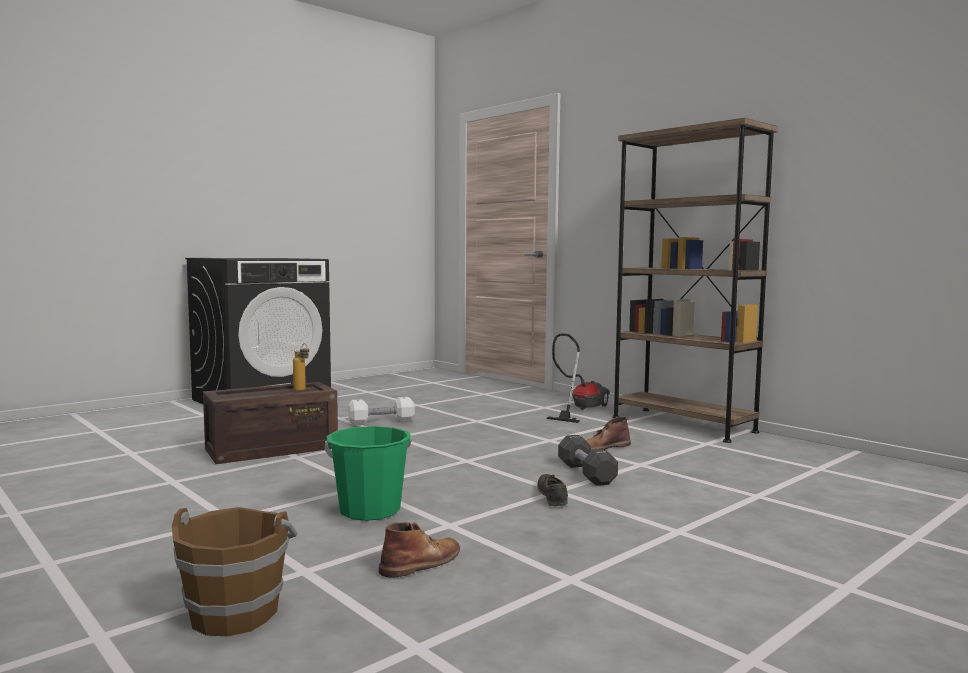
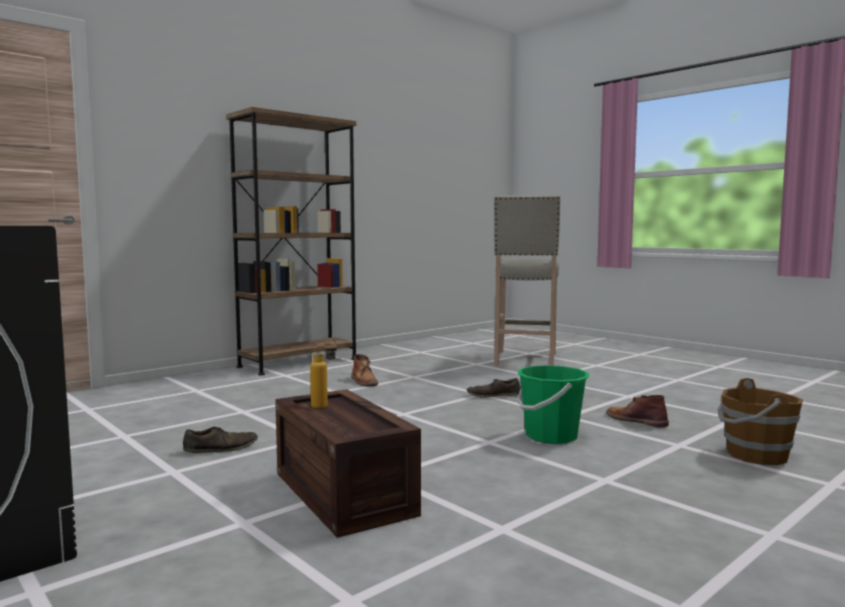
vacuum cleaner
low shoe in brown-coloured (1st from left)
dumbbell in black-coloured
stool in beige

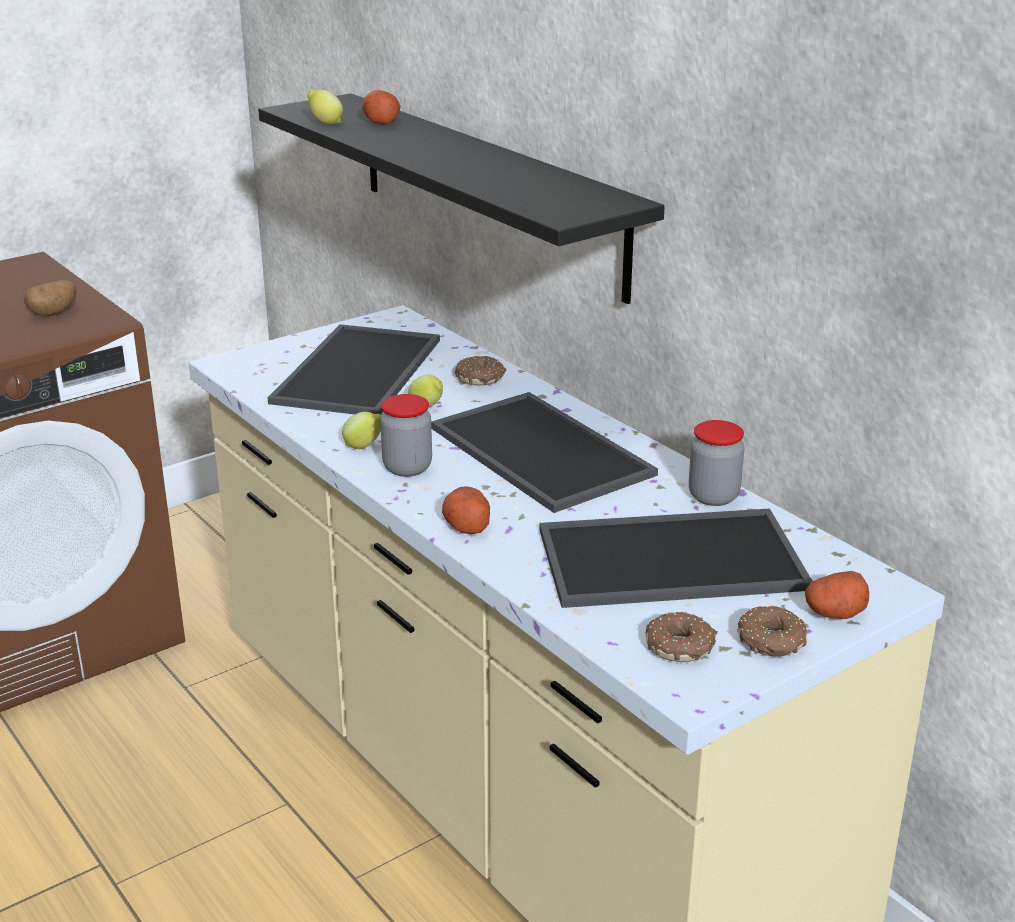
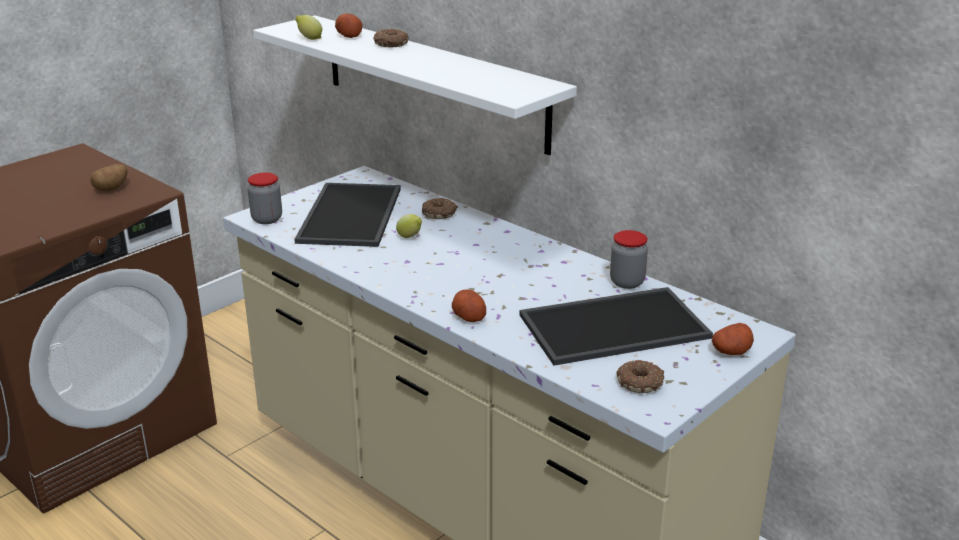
wall shelf in white-coloured
tray (2nd from left in the first image)
storage jar (1st from left)
lemon (2nd from left in the first image)
donut (1st from left)

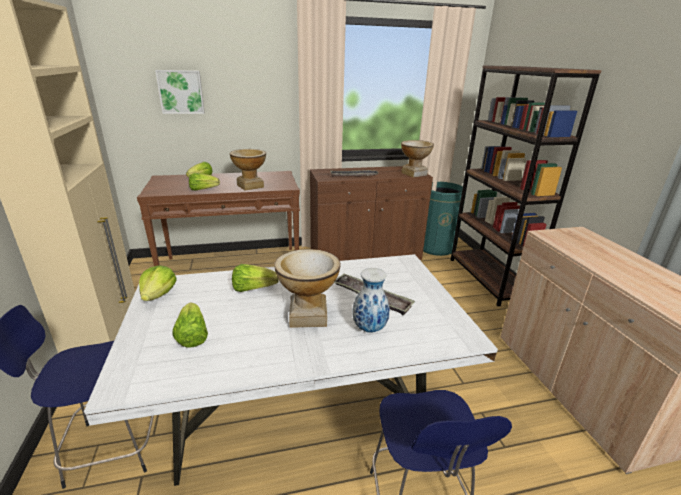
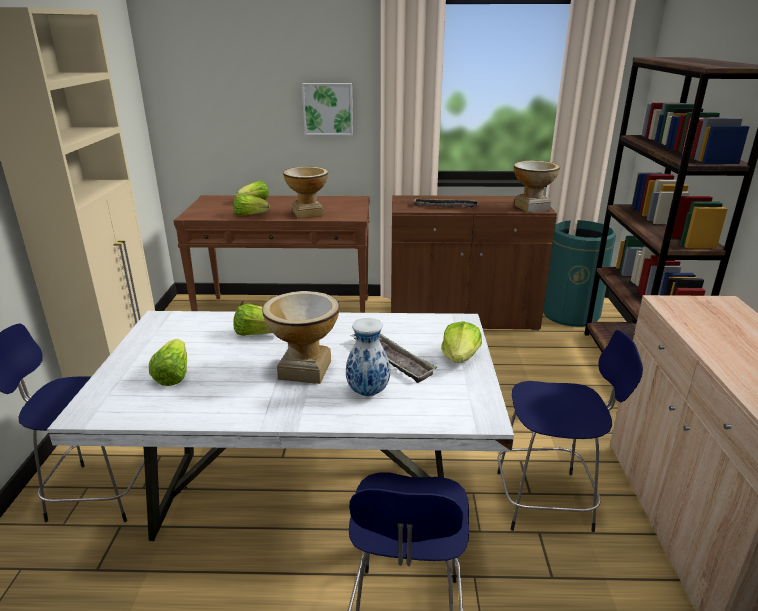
picture
lettuce (5th from left)
stool in blue (3rd from left)

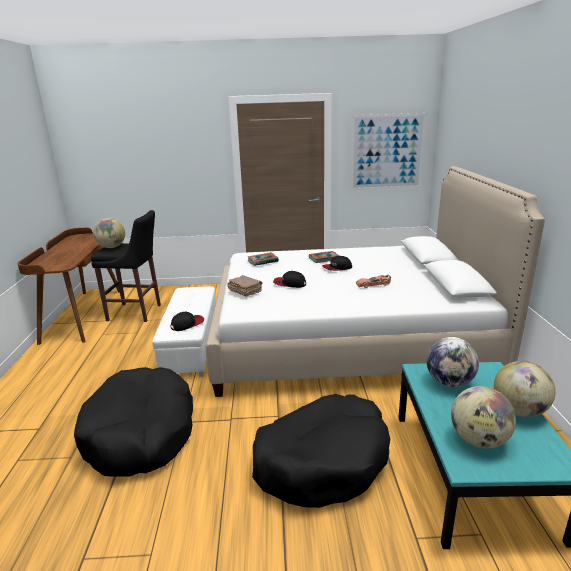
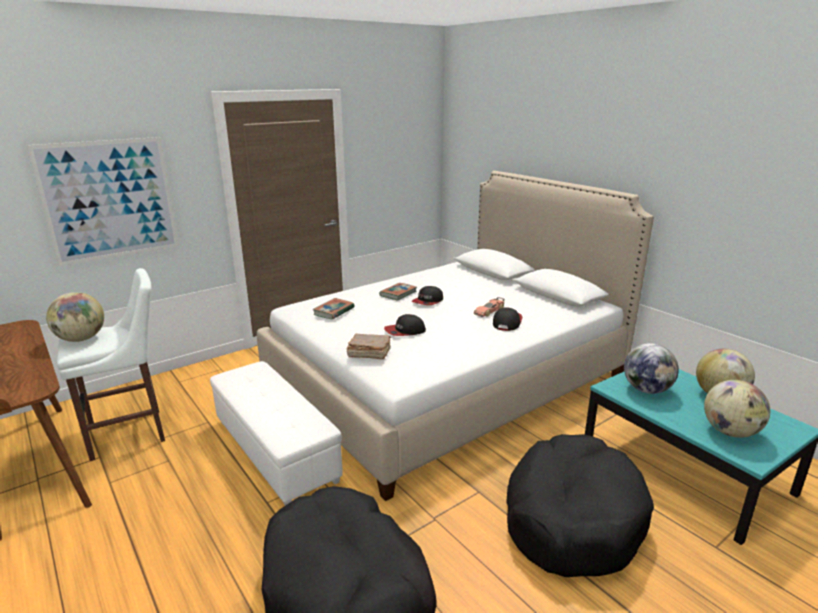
picture
stool in white-coloured
cap (3rd from left)

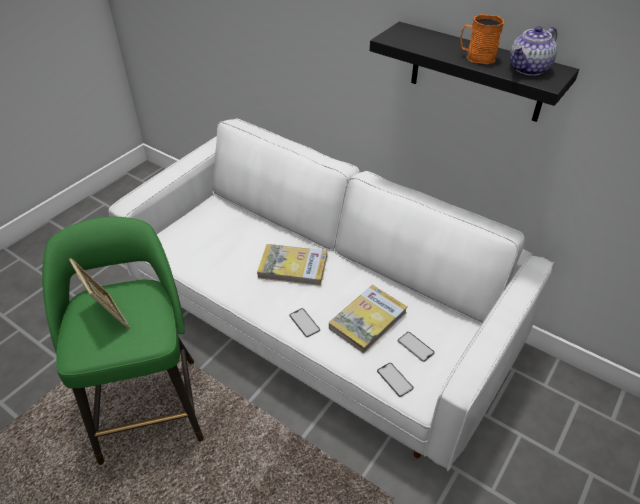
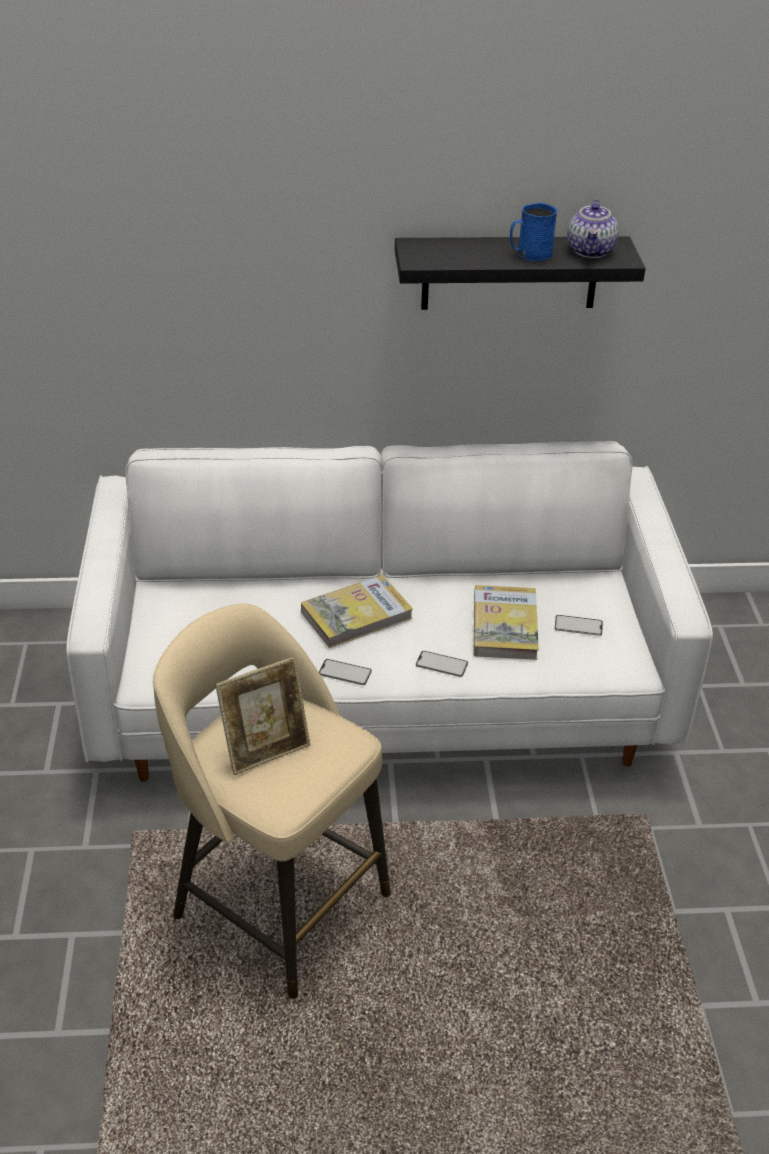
coffee mug in blue
stool in beige
photo frame
handset (1st from left)

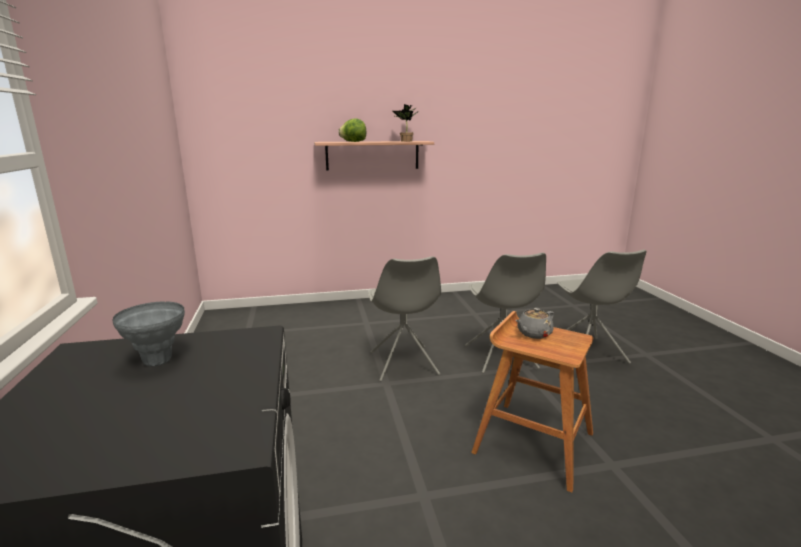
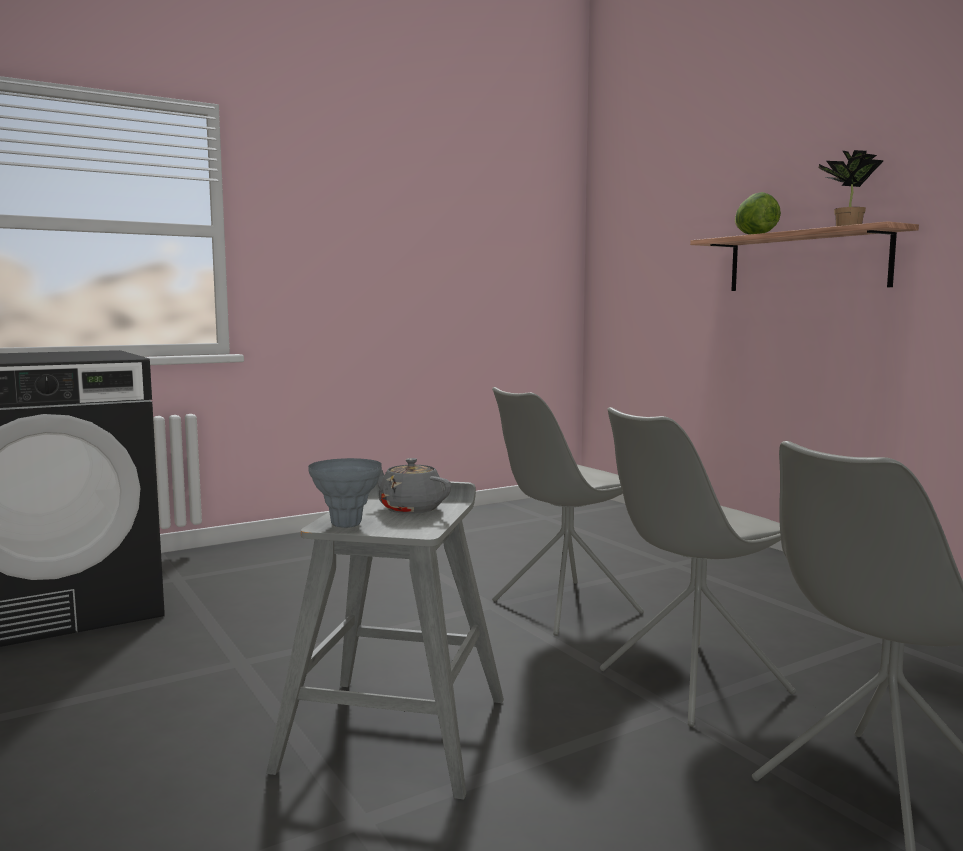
decorative vase in gray
stool in gray

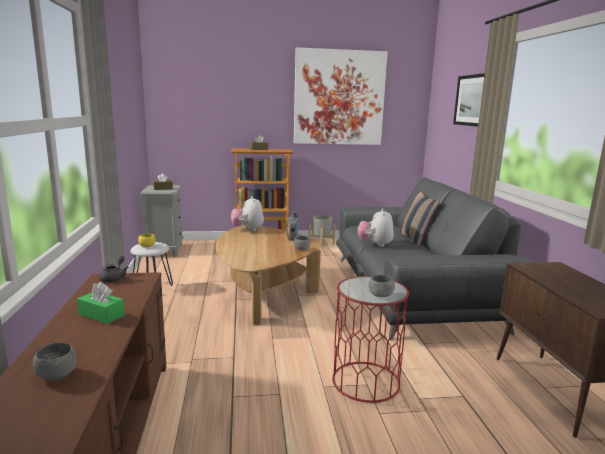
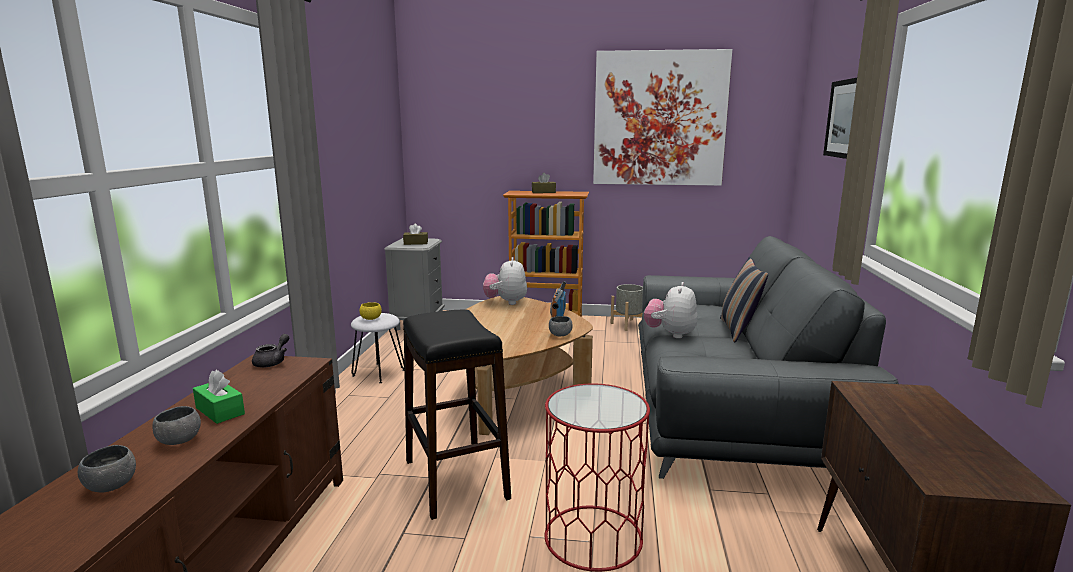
deep dish in gray (2nd from left)
stool in black-coloured

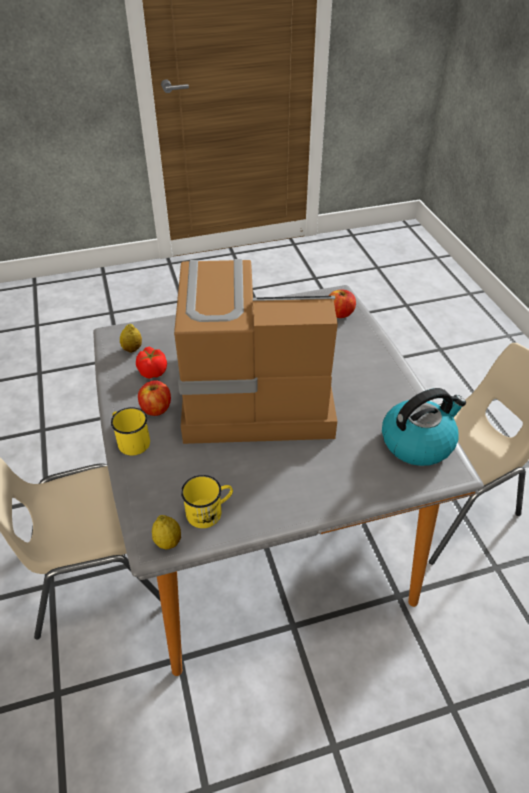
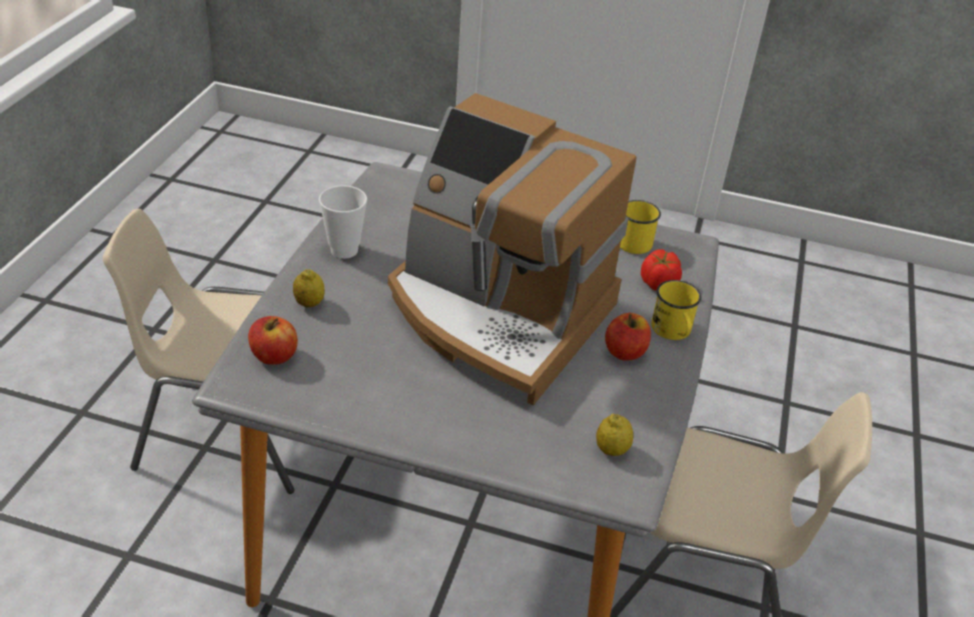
fresh tomato
water kettle
lemon (1st from left)
small cup

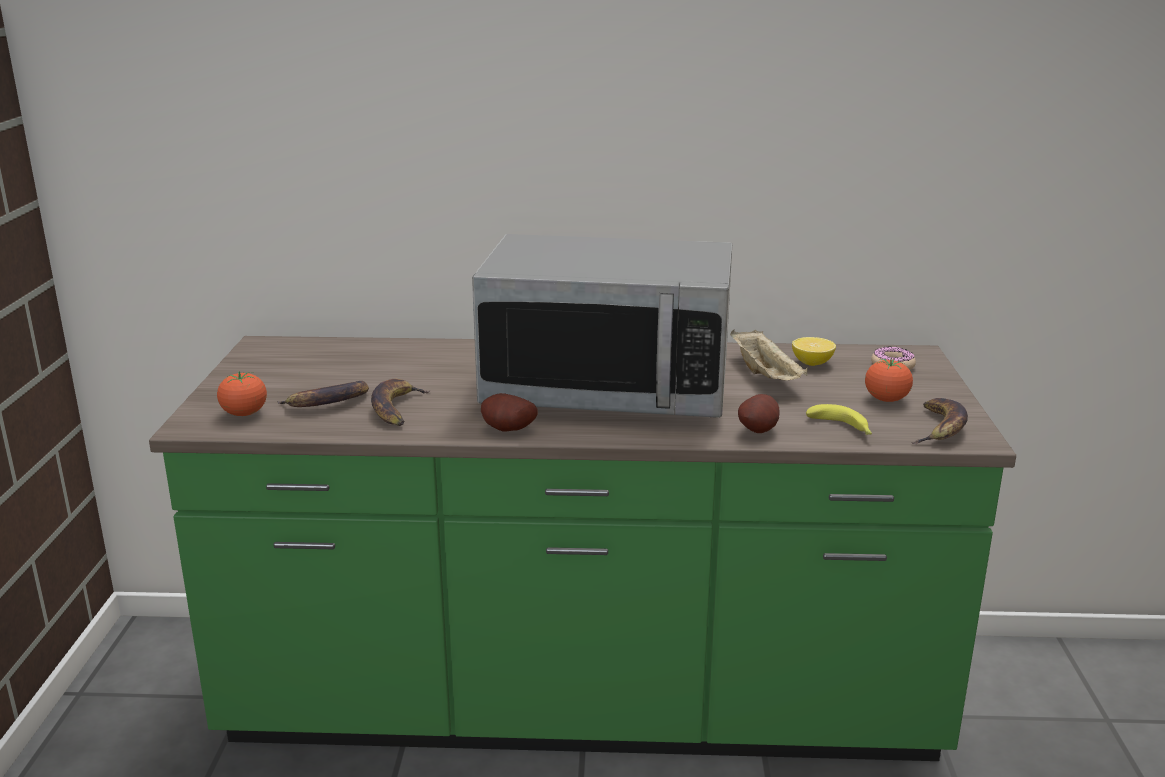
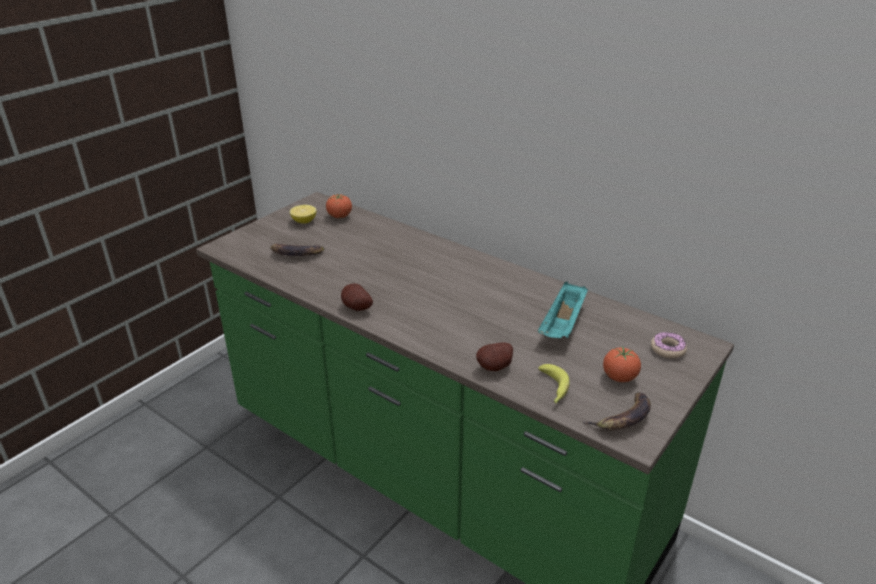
kitchen microwave
tray in blue-green
lemon
fresh tomato (1st from left)
banana fruit (2nd from left in the first image)

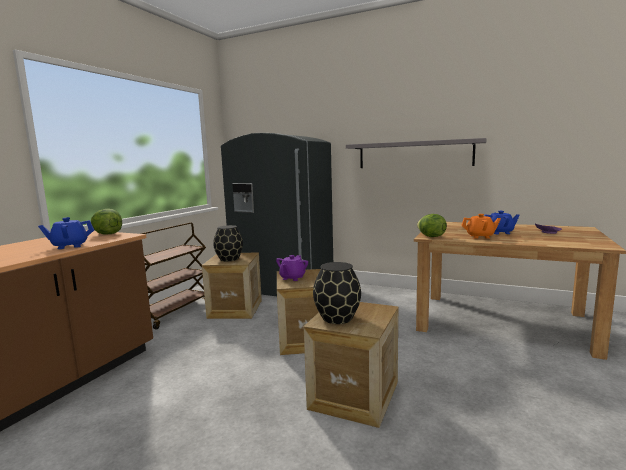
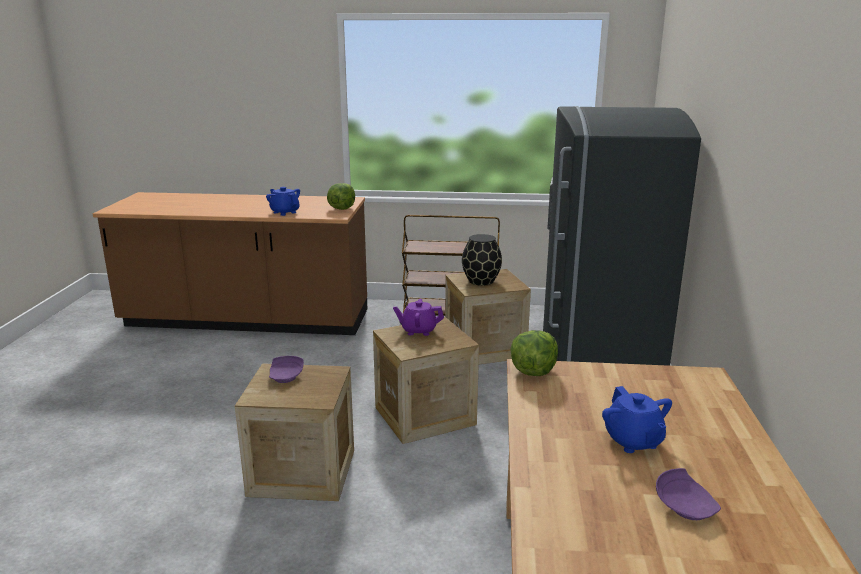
wall shelf in gray
teapot in orange
dinner plate in purple-coloured (1st from left)

